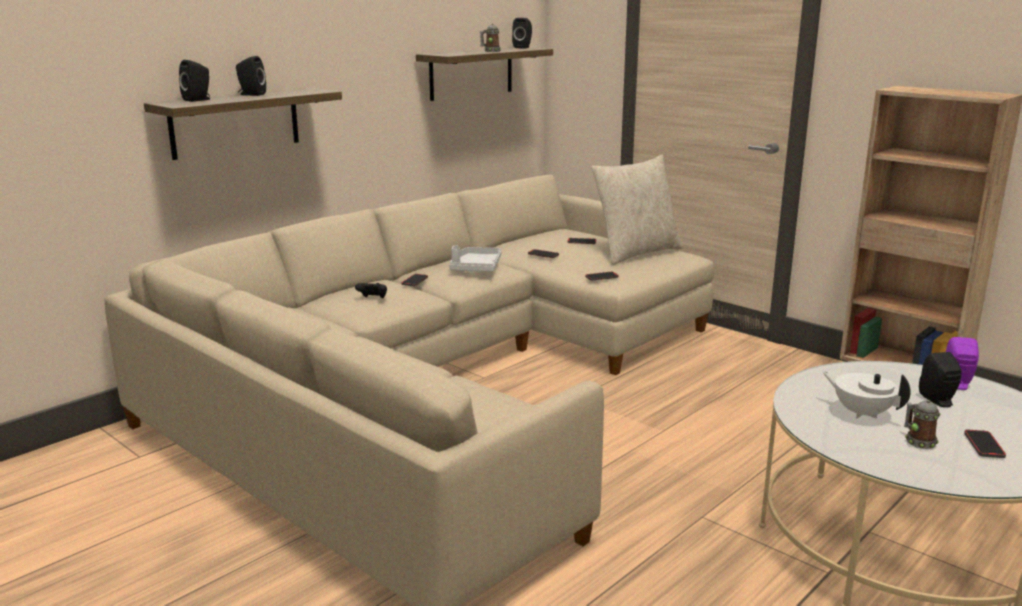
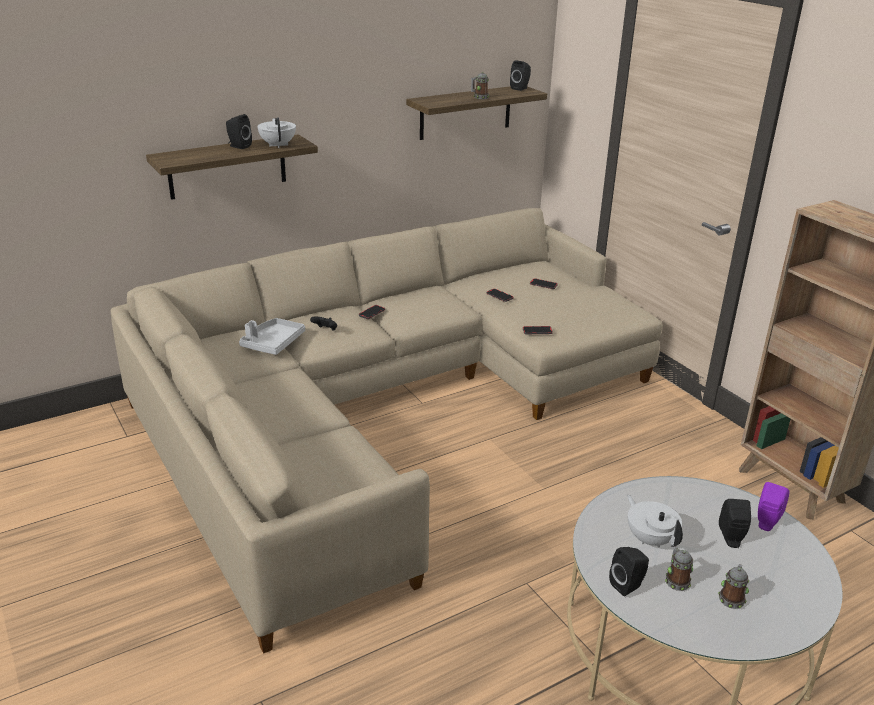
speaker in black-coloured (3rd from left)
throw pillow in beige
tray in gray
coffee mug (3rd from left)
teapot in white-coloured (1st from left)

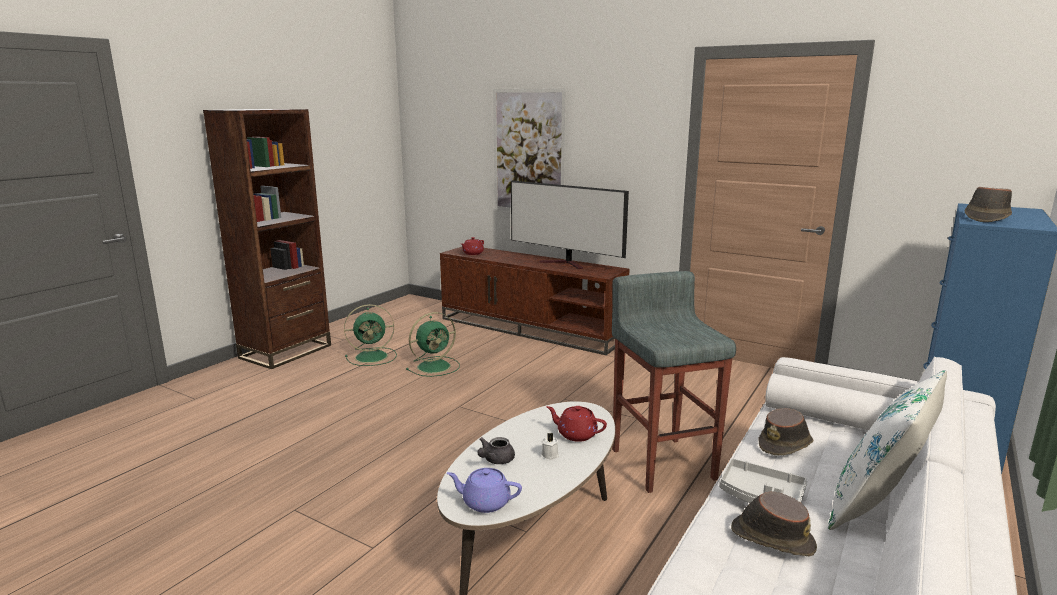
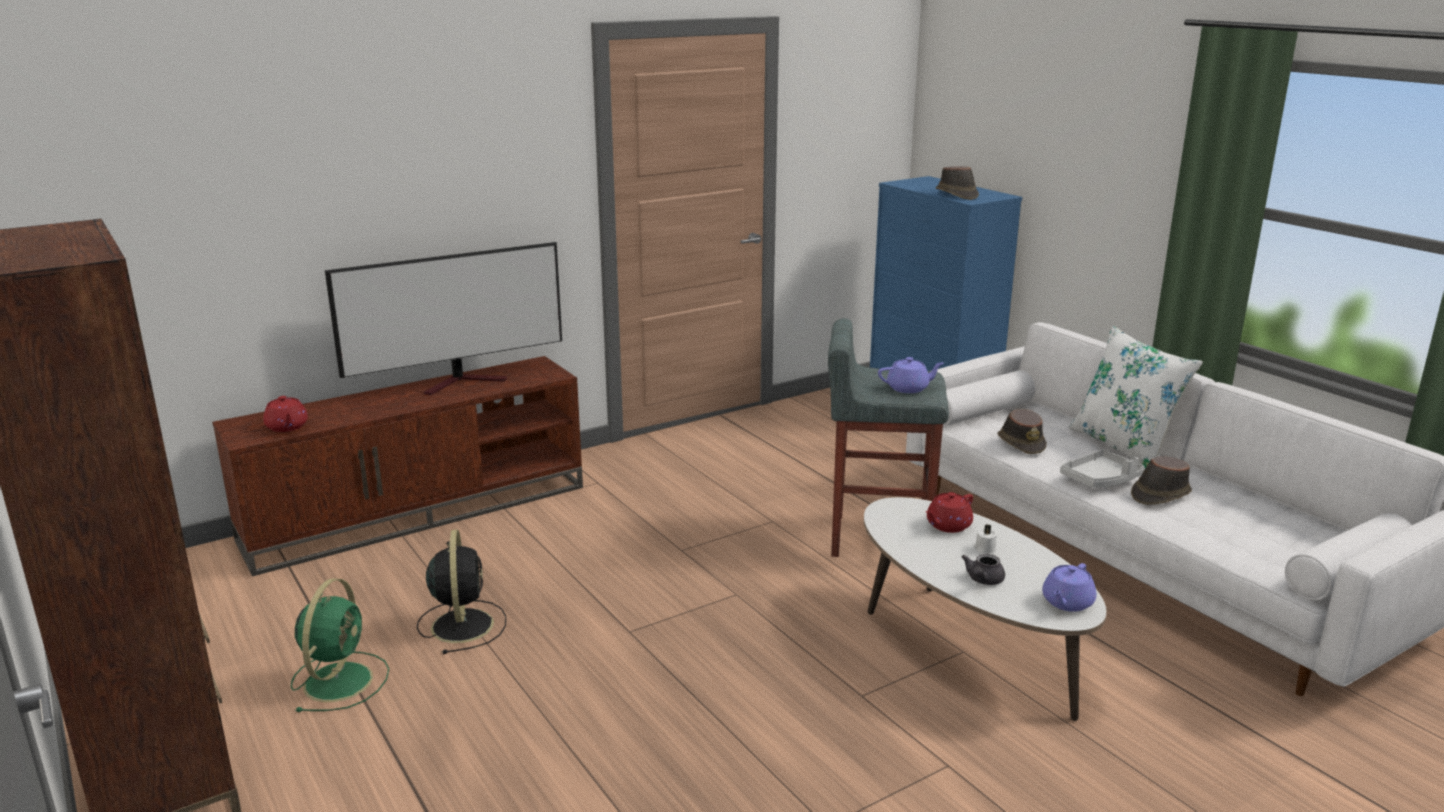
picture
fan in black-coloured
teapot in gray
teapot in purple-coloured (1st from left)

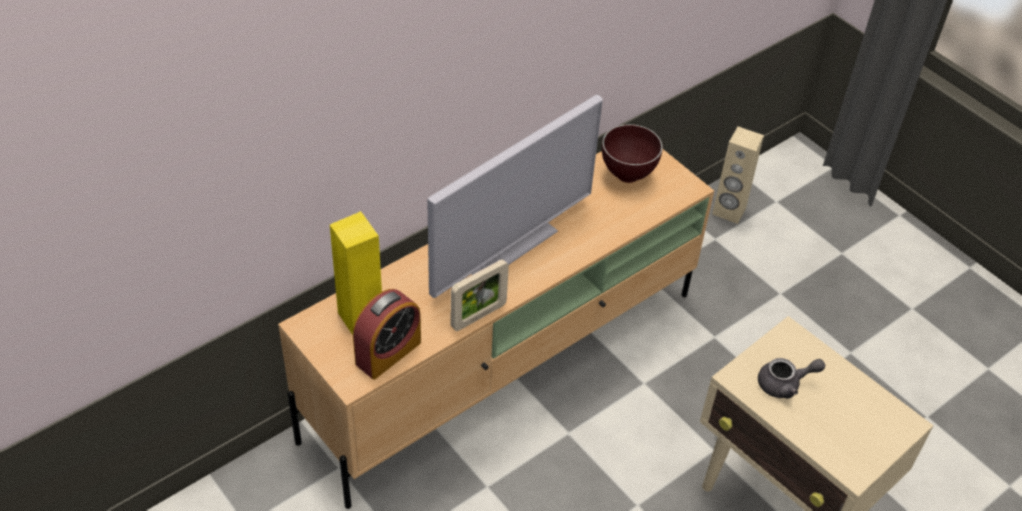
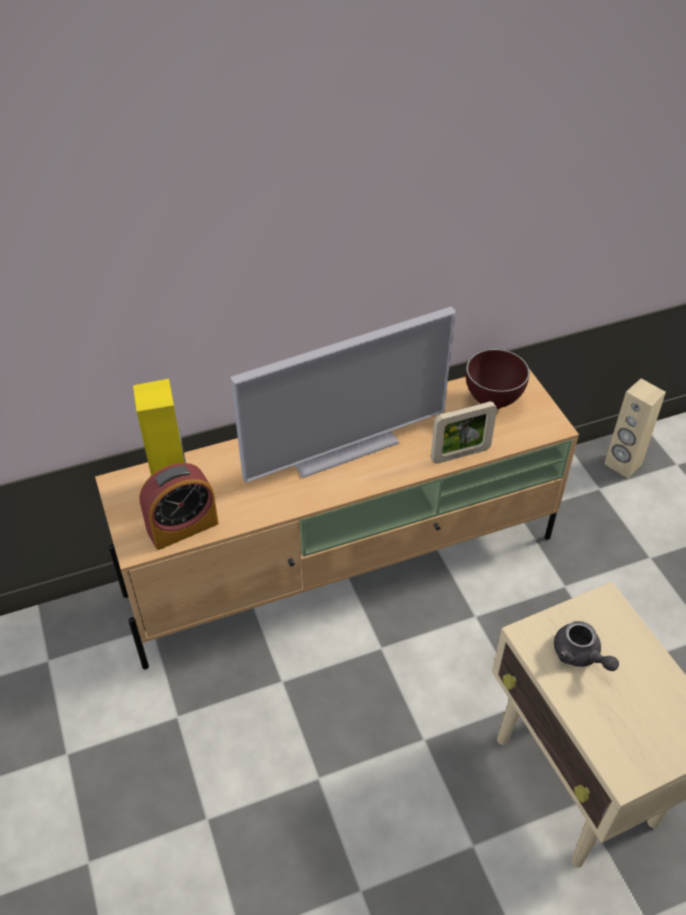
photo frame
teapot in gray

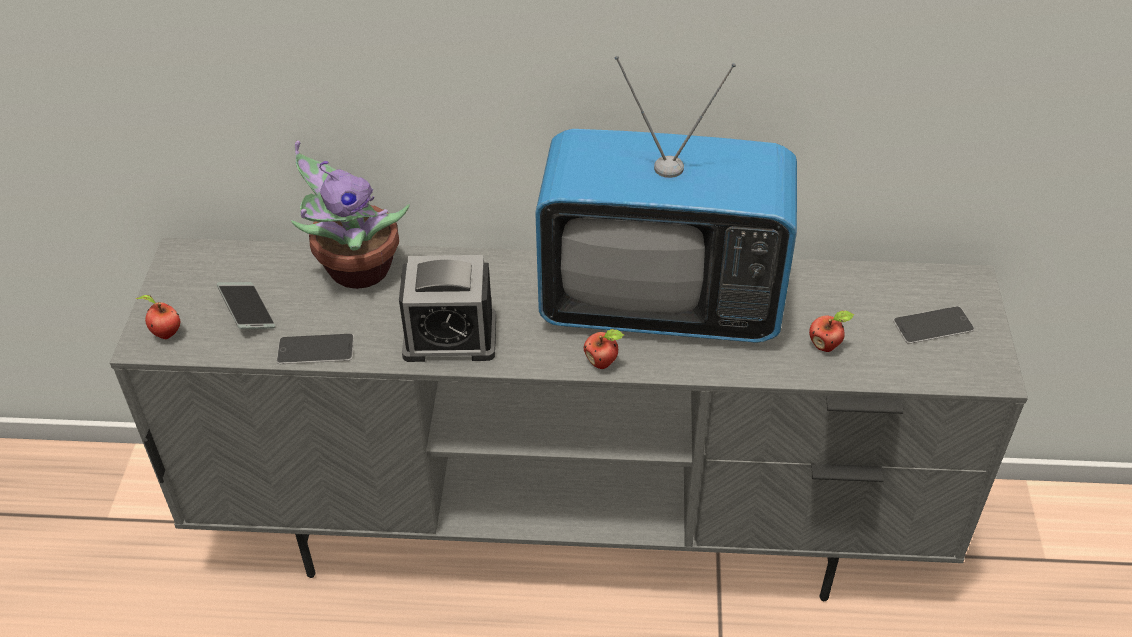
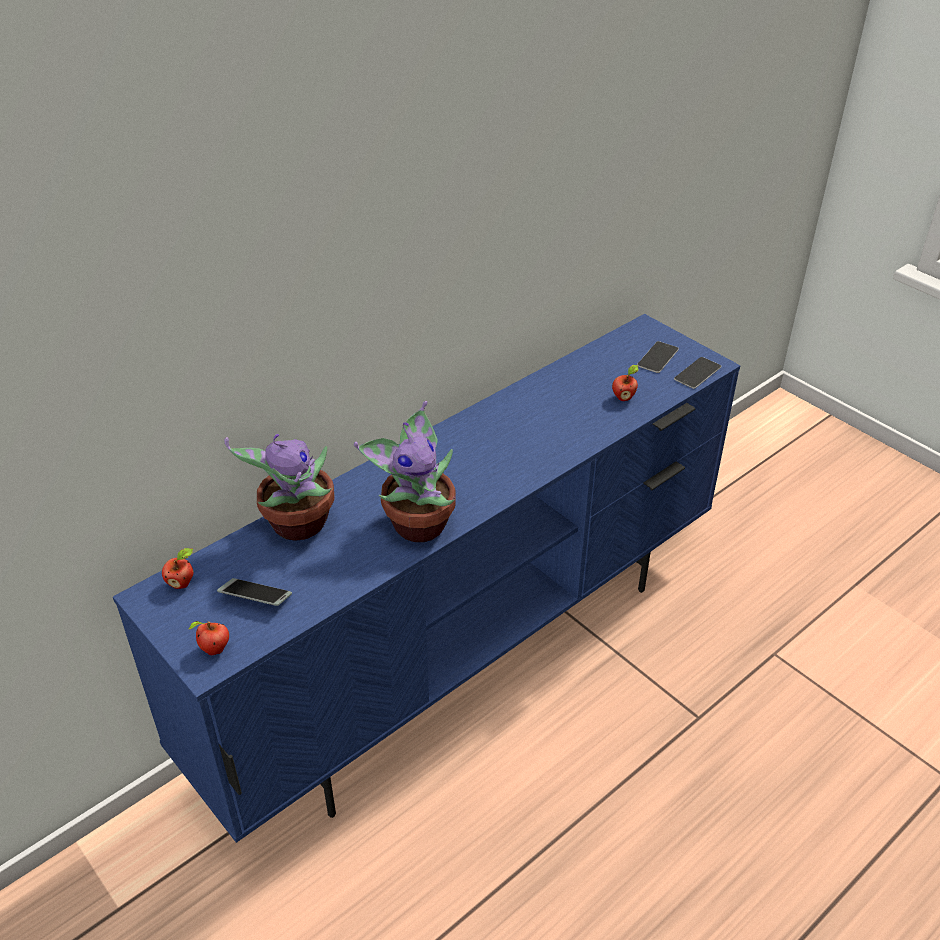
television
tv unit in blue
potted plant (2nd from left)
whole apple (1st from left)
handset (3rd from left)

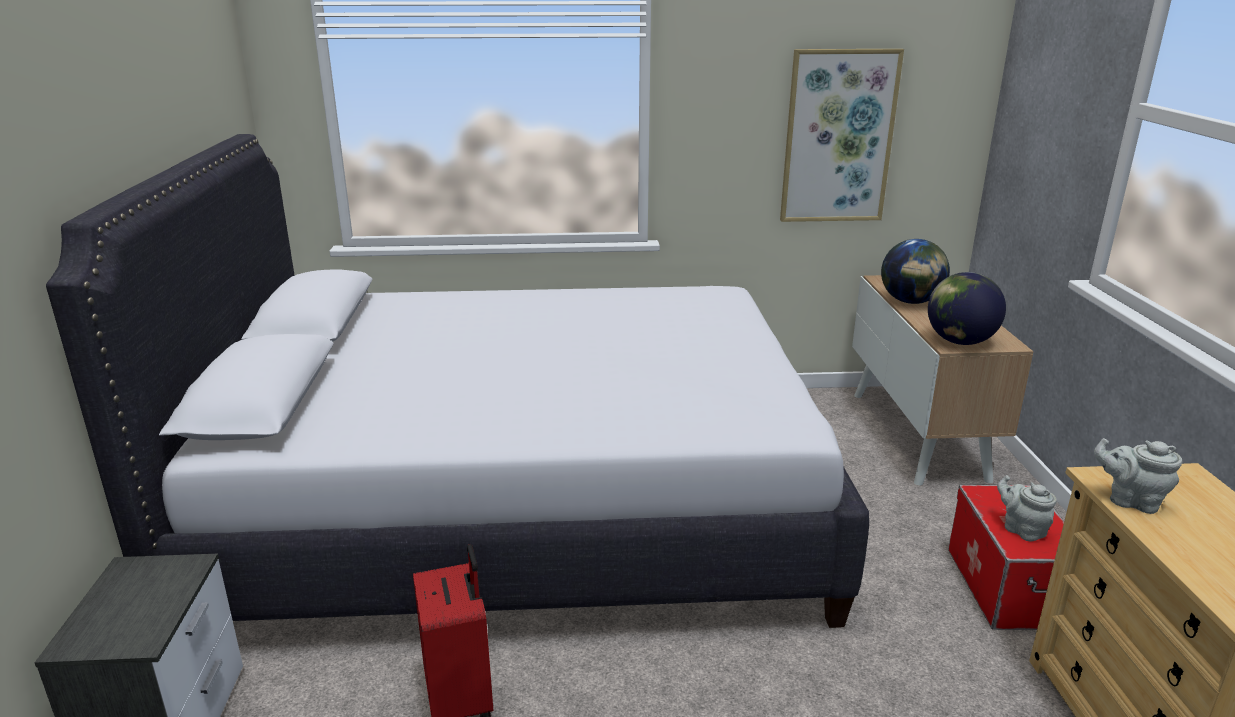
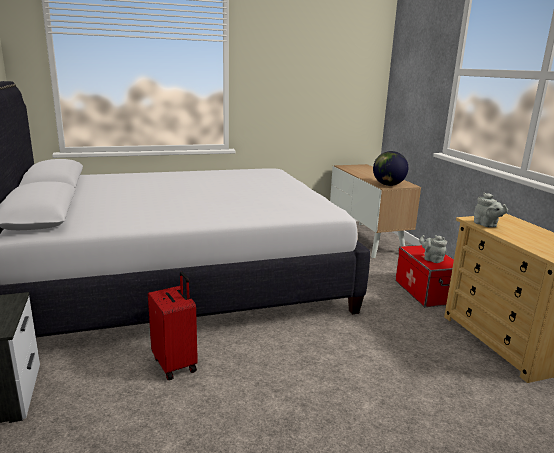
picture
globe (1st from left in the first image)
teapot in gray (2nd from left)

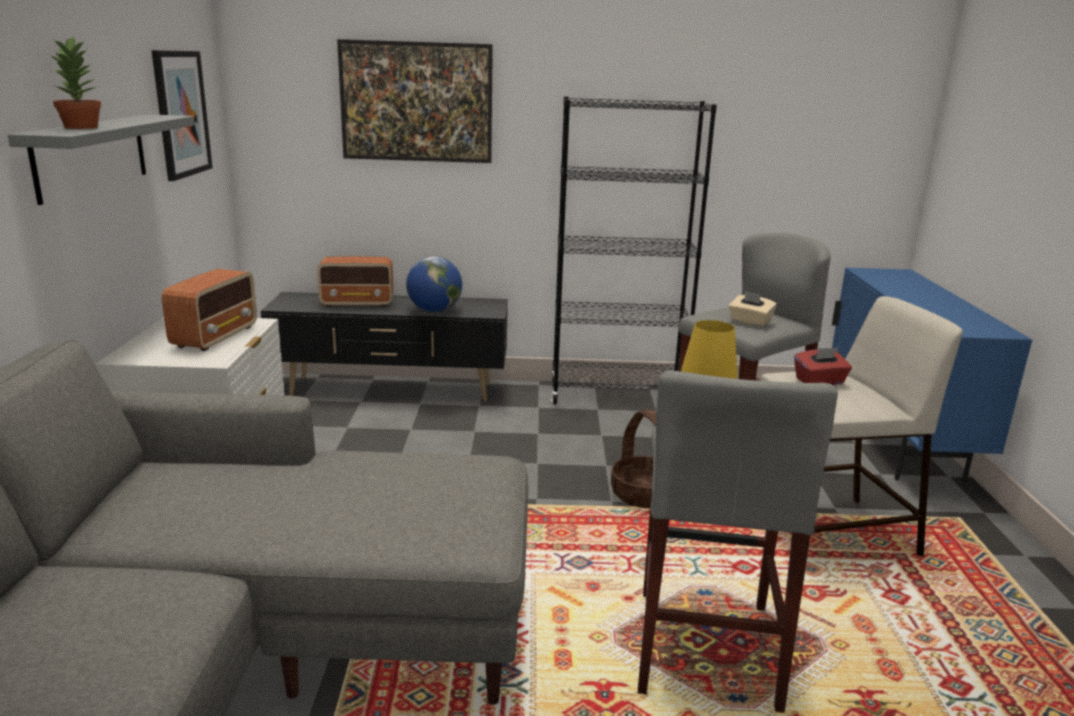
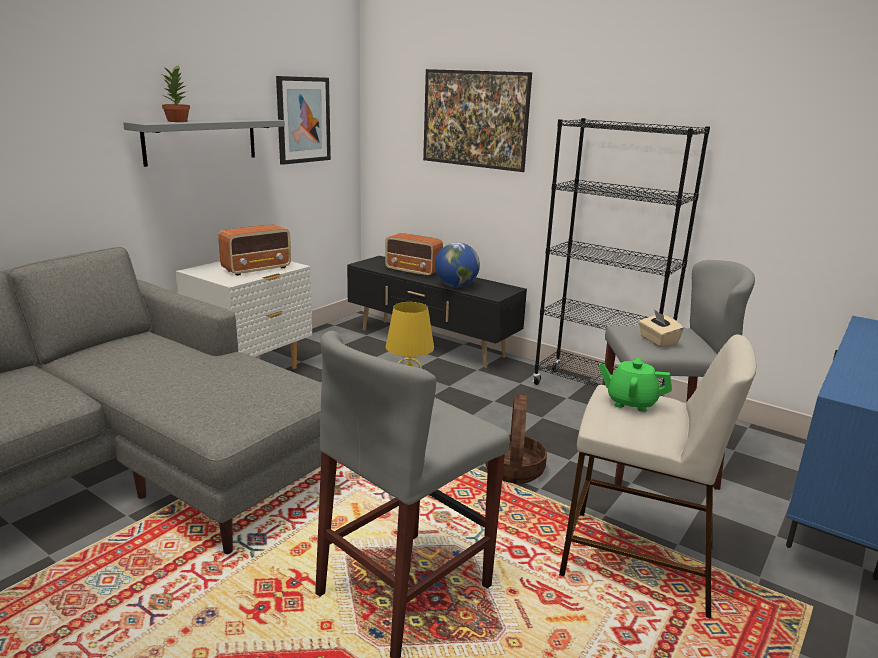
teapot in green

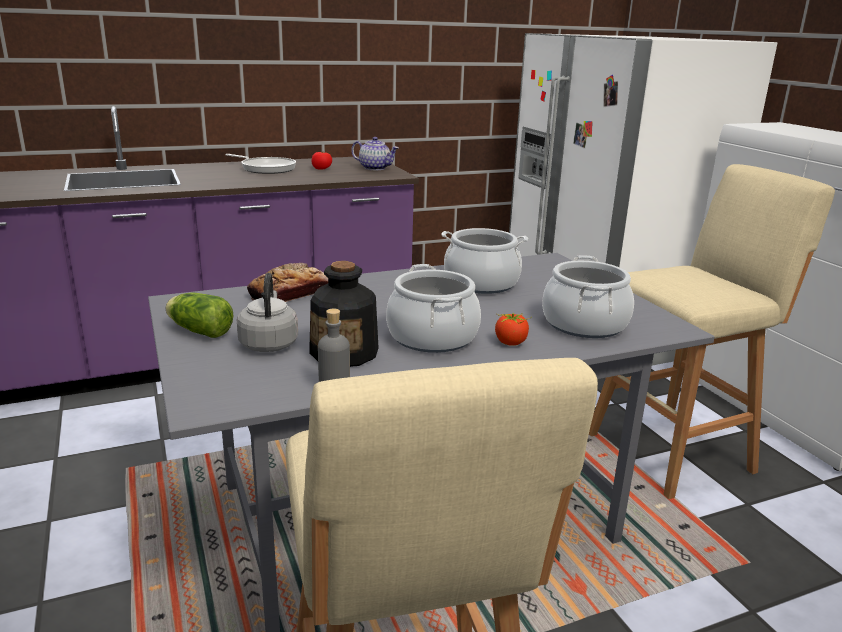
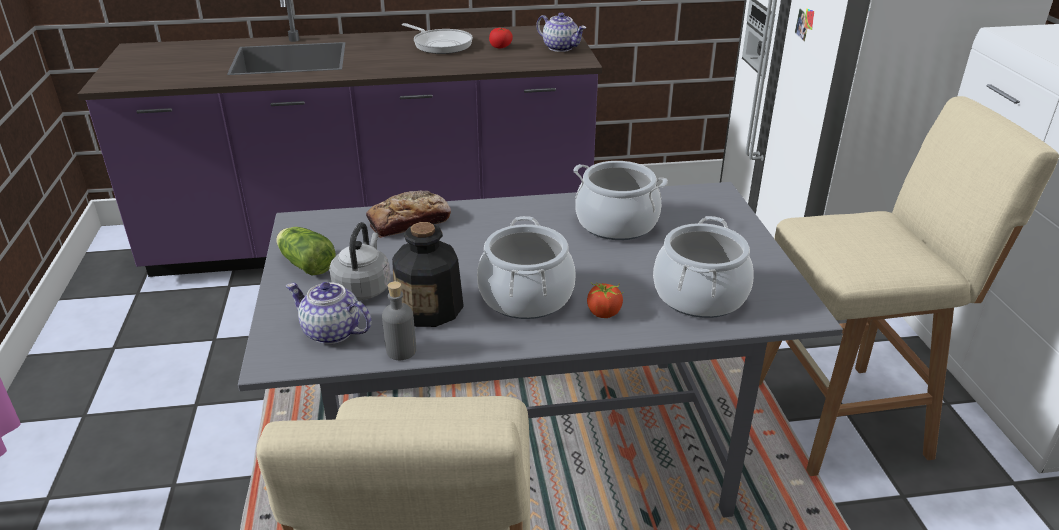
teapot (1st from left)

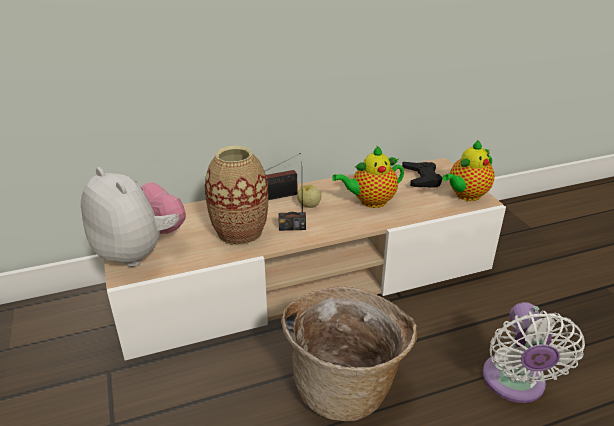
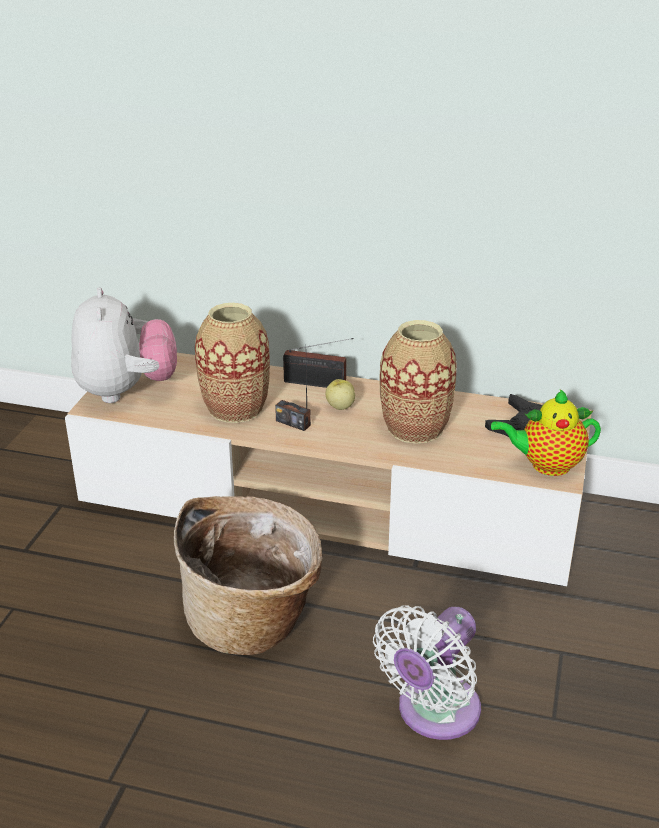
decorative vase (2nd from left)

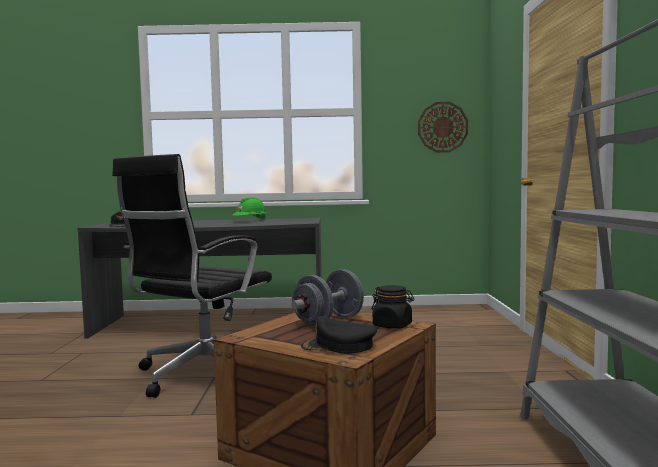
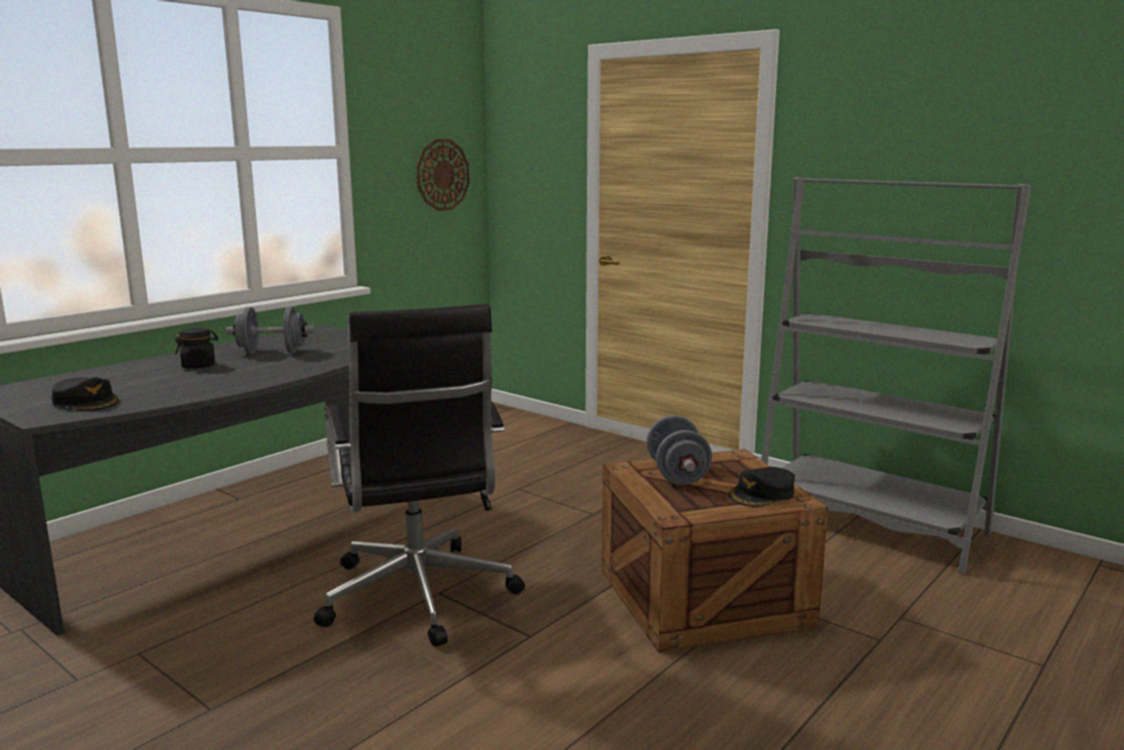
dumbbell in gray (1st from left)
storage jar in black-coloured

